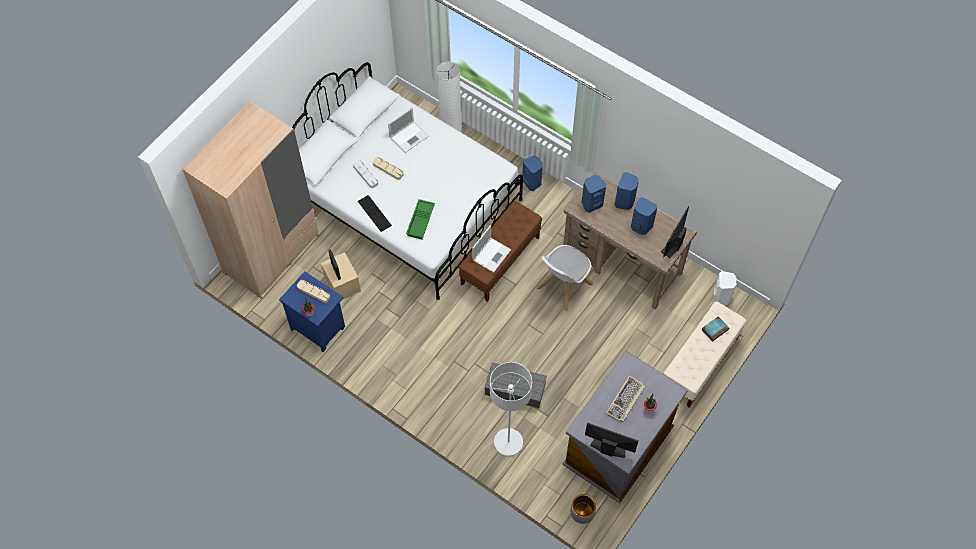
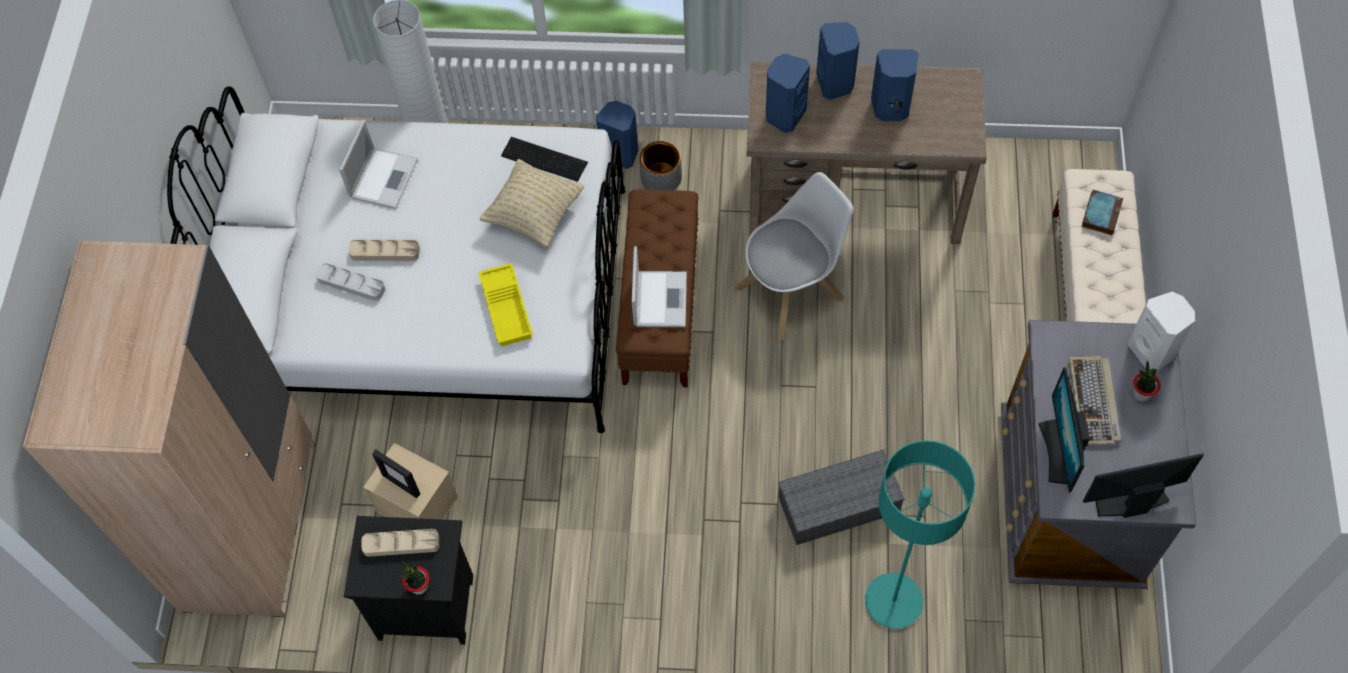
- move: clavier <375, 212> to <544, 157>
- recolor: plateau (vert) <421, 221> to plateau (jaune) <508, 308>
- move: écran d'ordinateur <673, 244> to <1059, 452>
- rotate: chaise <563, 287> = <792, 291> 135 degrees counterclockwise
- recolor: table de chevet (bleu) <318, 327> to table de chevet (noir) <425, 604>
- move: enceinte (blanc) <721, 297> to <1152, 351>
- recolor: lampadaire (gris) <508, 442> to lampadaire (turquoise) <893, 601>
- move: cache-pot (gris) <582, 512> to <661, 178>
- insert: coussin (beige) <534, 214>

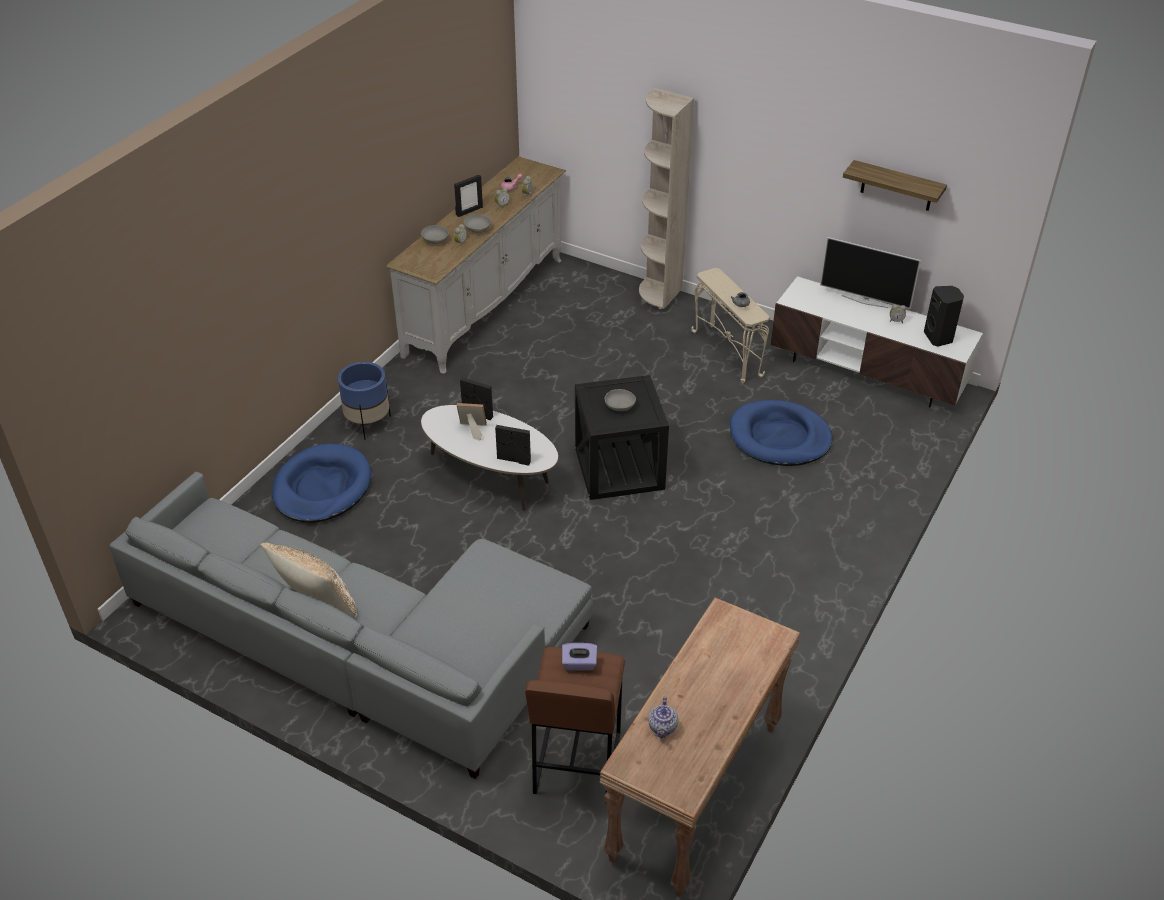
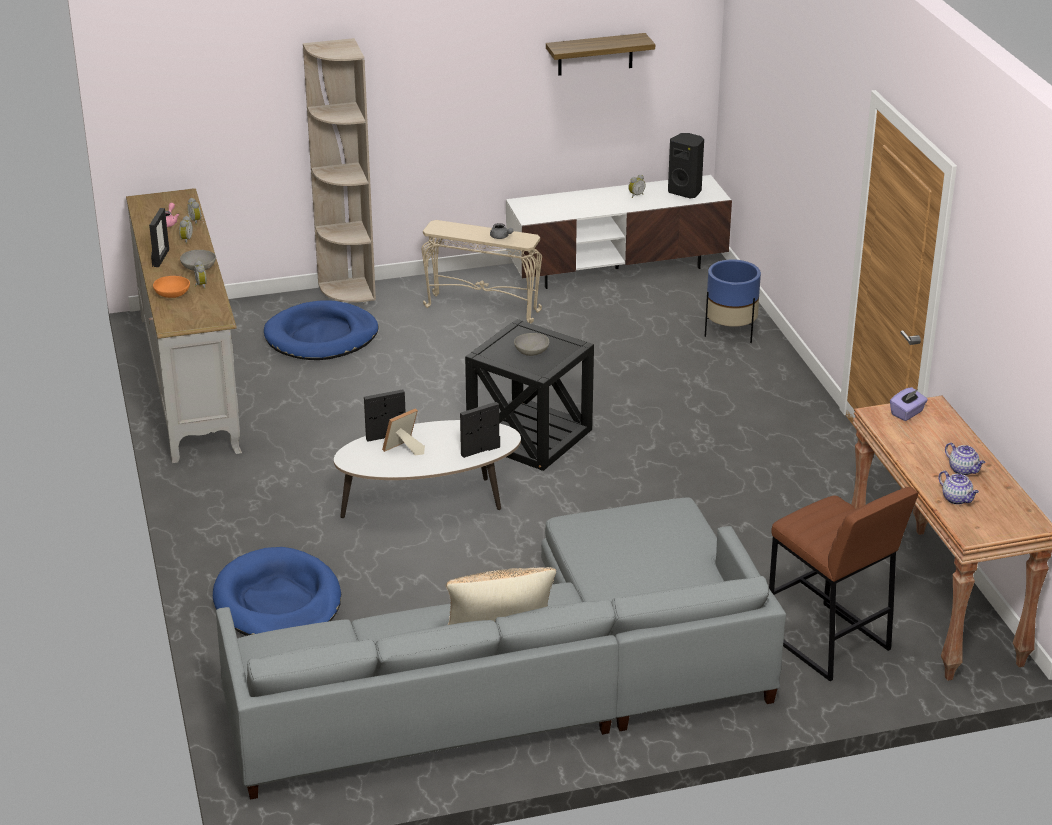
- recolor: bol (gris) <435, 241> to bol (orange) <172, 295>
- delete: téléviseur <864, 301>
- move: cache-pot (bleu) <368, 424> to <730, 333>
- move: panier pour chien (bleu) <779, 437> to <321, 336>
- move: boîte à mouchoirs (violet) <579, 664> to <907, 413>
- insert: théière <963, 470>

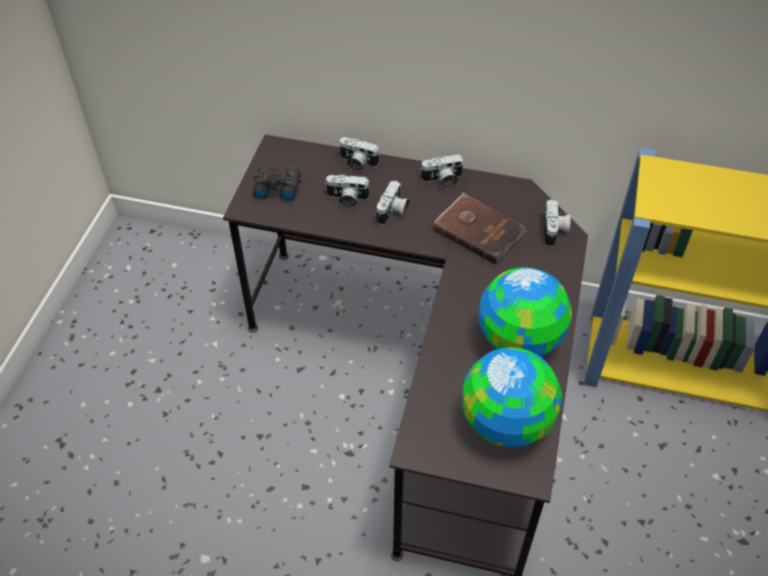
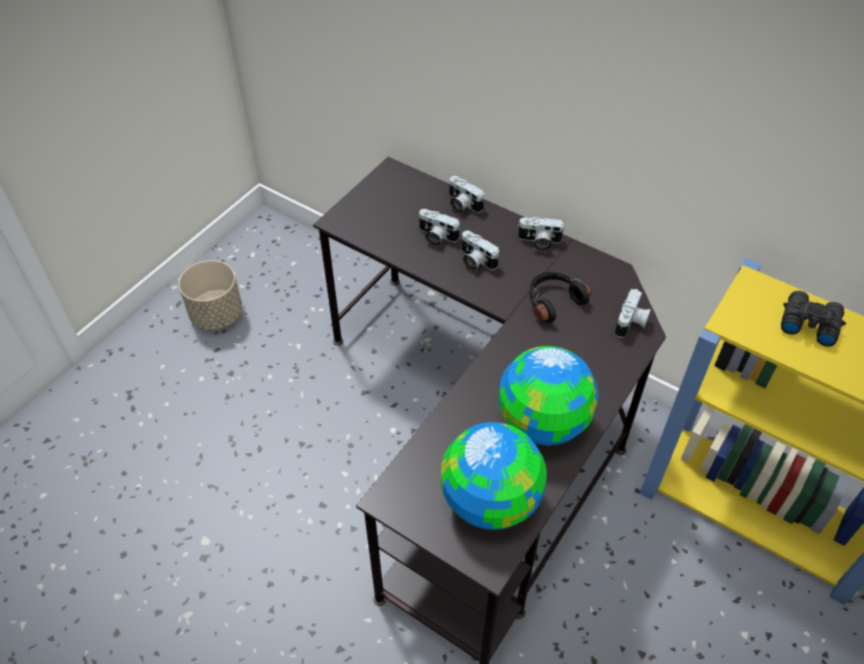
- move: jumelles (noir) <276, 187> to <808, 323>
- rotate: appareil photo <393, 212> = <475, 261> 90 degrees clockwise
- replace: livre (marron) <479, 230> to casque audio (noir) <553, 301>
- insert: cache-pot (beige) <217, 315>

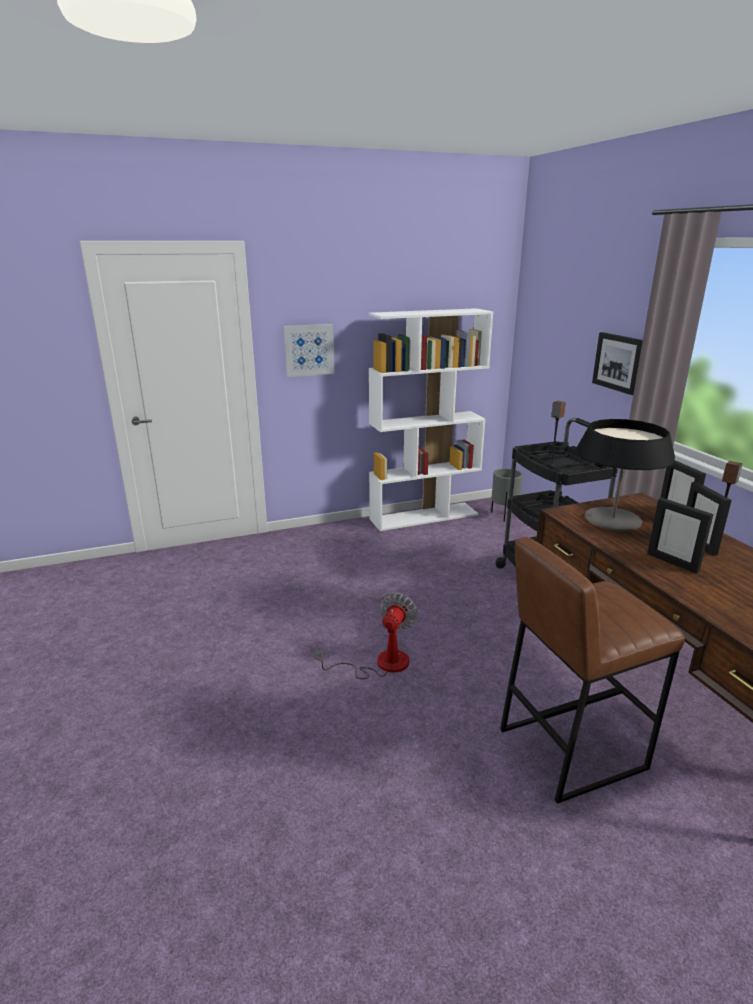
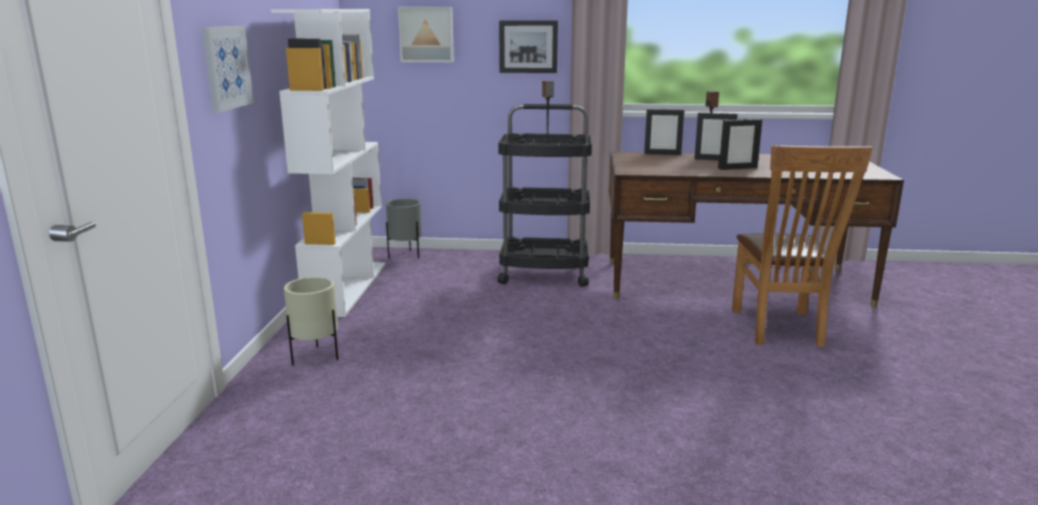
- delete: lampe de table <612, 519>
- replace: tabouret (marron) <569, 749> to chaise (marron) <779, 330>
- delete: ventilateur <380, 664>
- insert: tableau <426, 34>
- insert: cache-pot (beige) <316, 357>

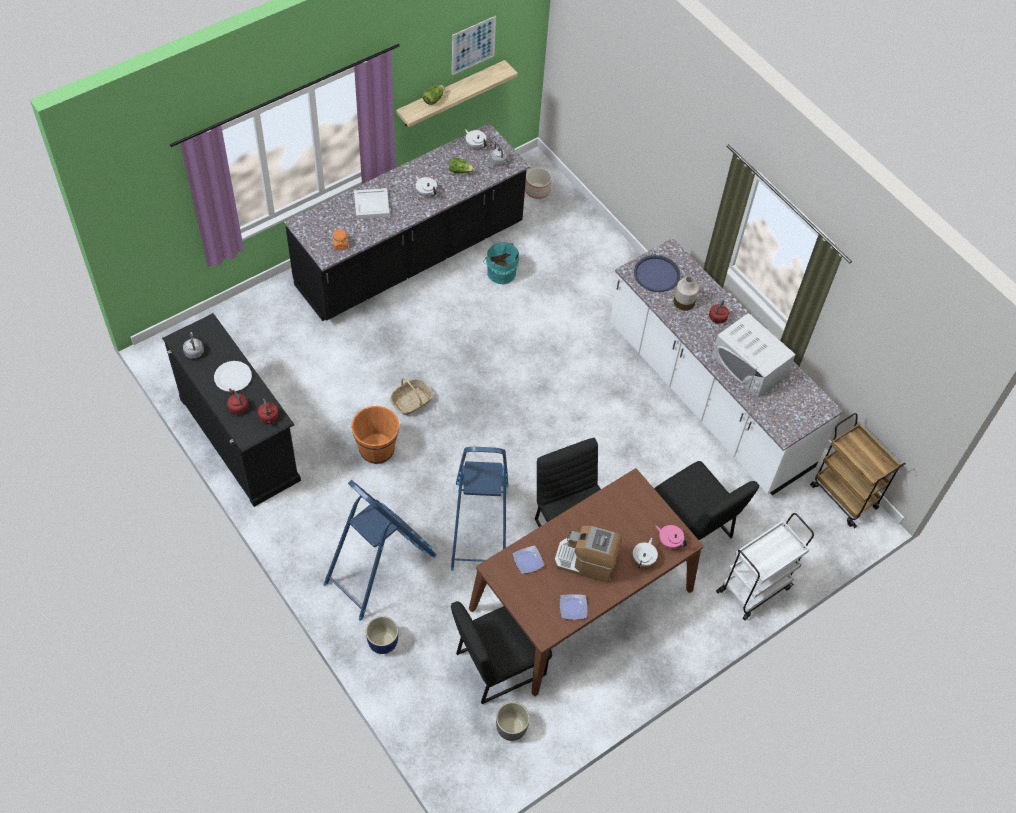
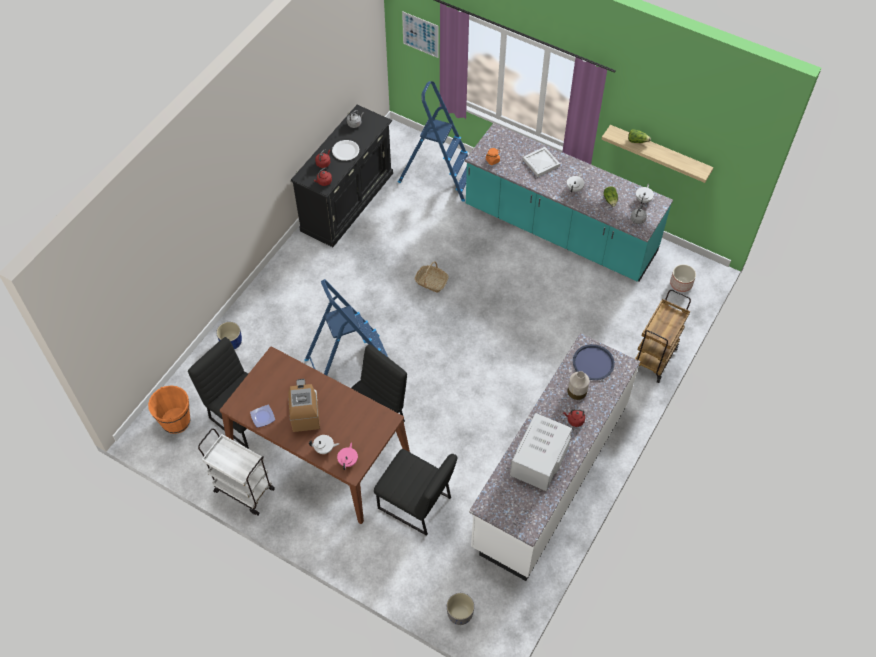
- move: tableau <473, 45> to <420, 34>
- recolor: comptoir de cuisine (noir) <411, 256> to comptoir de cuisine (turquoise) <560, 230>
- delete: seau (turquoise) <500, 272>
- move: seau (orange) <376, 449> to <176, 421>
- move: chariot (marron) <844, 497> to <653, 359>
- rotate: chaise (noir) <691, 529> = <416, 504> 90 degrees counterclockwise
- move: escabeau (bleu) <381, 569> to <438, 178>
- move: chariot (blanc) <753, 590> to <243, 490>
- delete: assiette <528, 560>
- move: cache-pot (gris) <512, 728> to <460, 614>

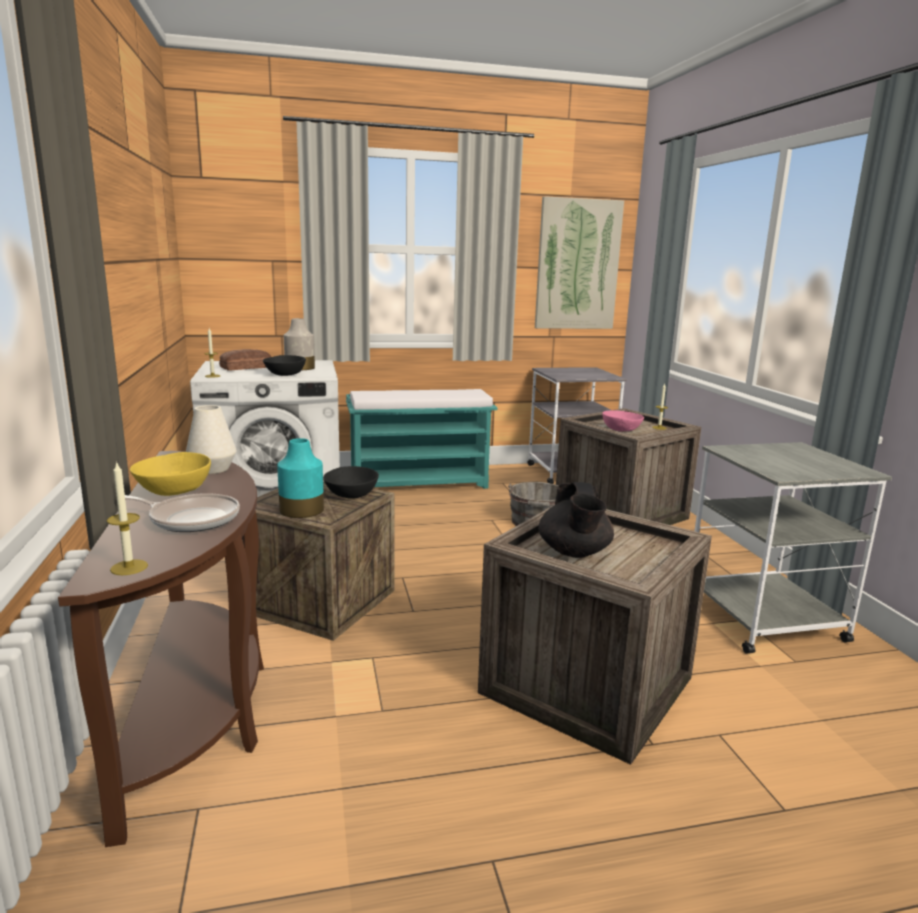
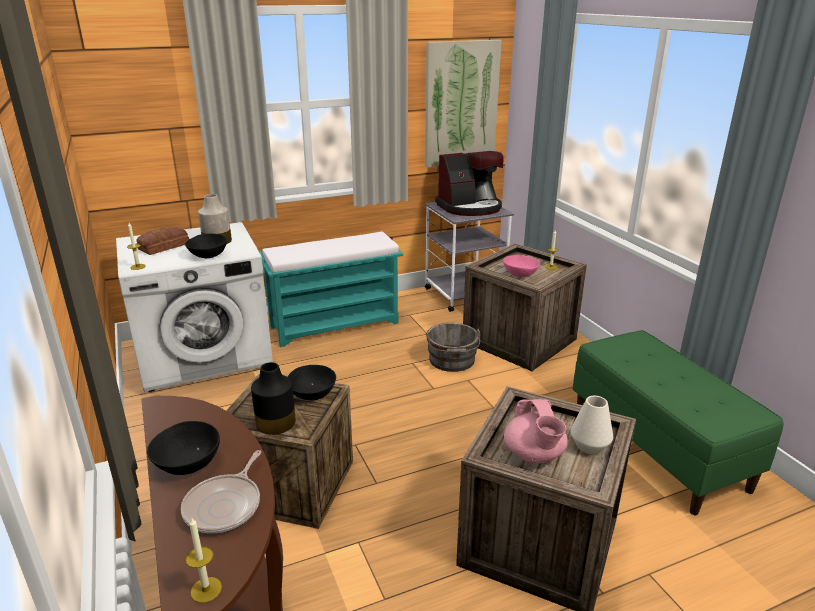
- move: vase (blanc) <212, 469> to <589, 446>
- recolor: vase (turquoise) <302, 509> to vase (noir) <276, 422>
- replace: chariot (gris) <764, 620> to banc (vert) <658, 448>
- recolor: bol (jaune) <173, 491> to bol (noir) <188, 463>
- recolor: théière (noir) <574, 552> to théière (rose) <534, 455>
- rotate: poêle <191, 519> = <225, 505> 105 degrees clockwise
- insert: machine à café <470, 207>

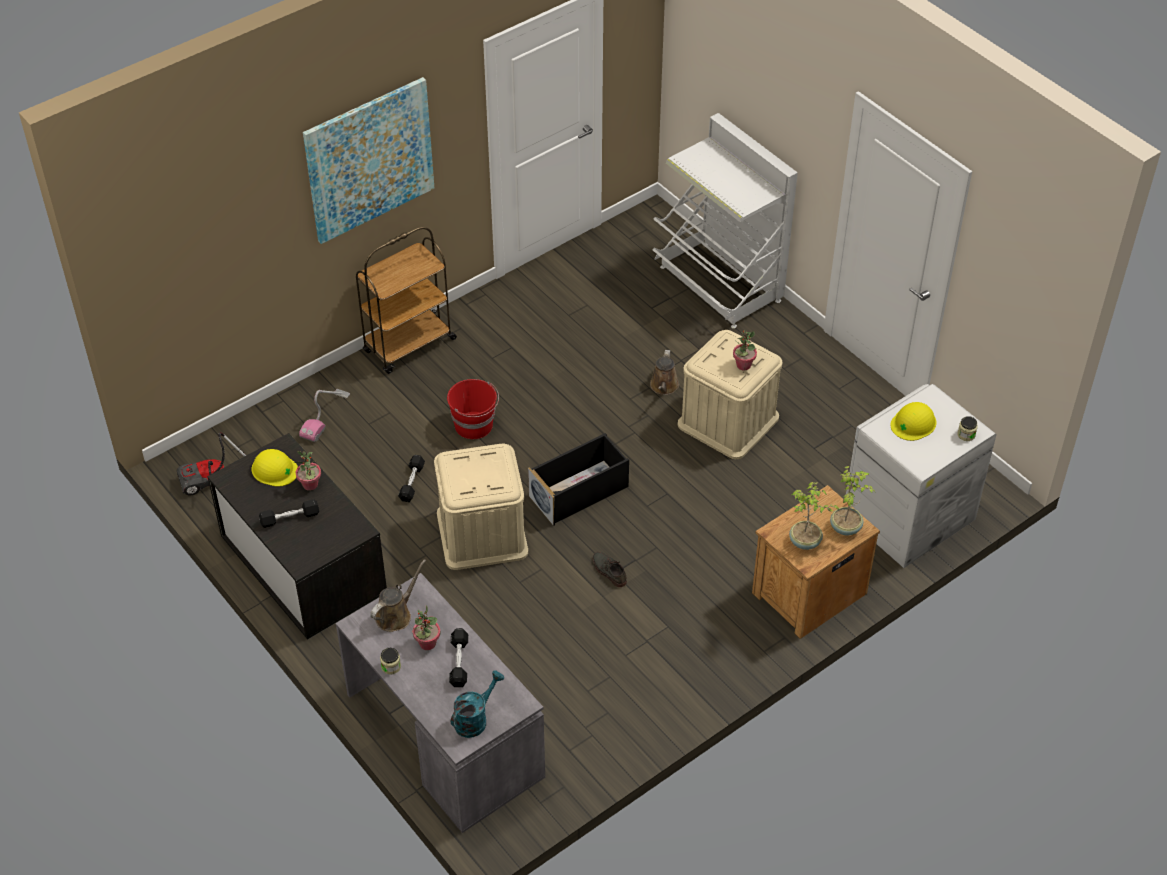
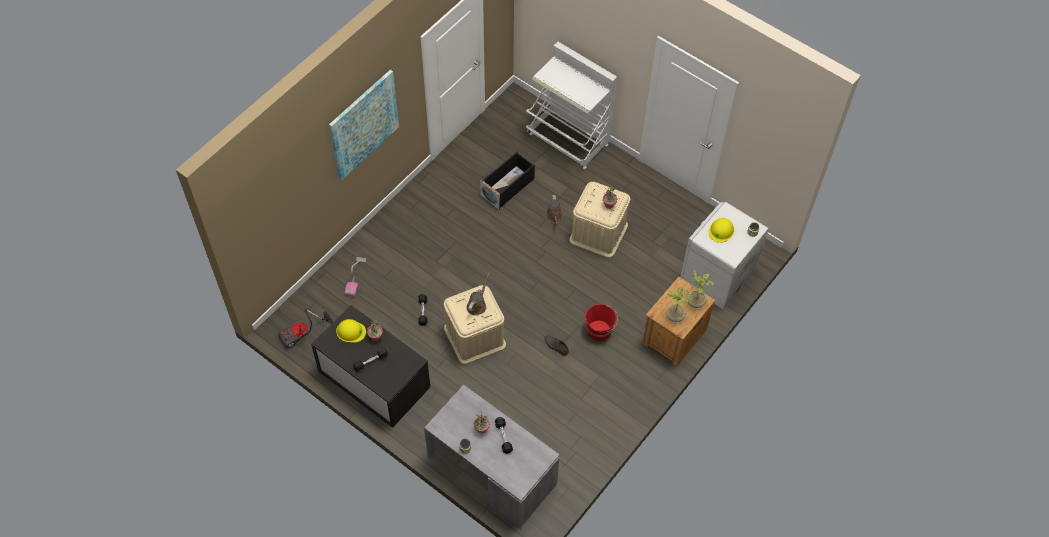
- delete: chariot (marron) <408, 346>
- move: seau (rouge) <474, 425> to <599, 330>
- move: boîte de rangement (noir) <579, 491> to <508, 187>
- move: arrosoir (marron) <396, 615> to <477, 305>
- delete: arrosoir (turquoise) <475, 719>

